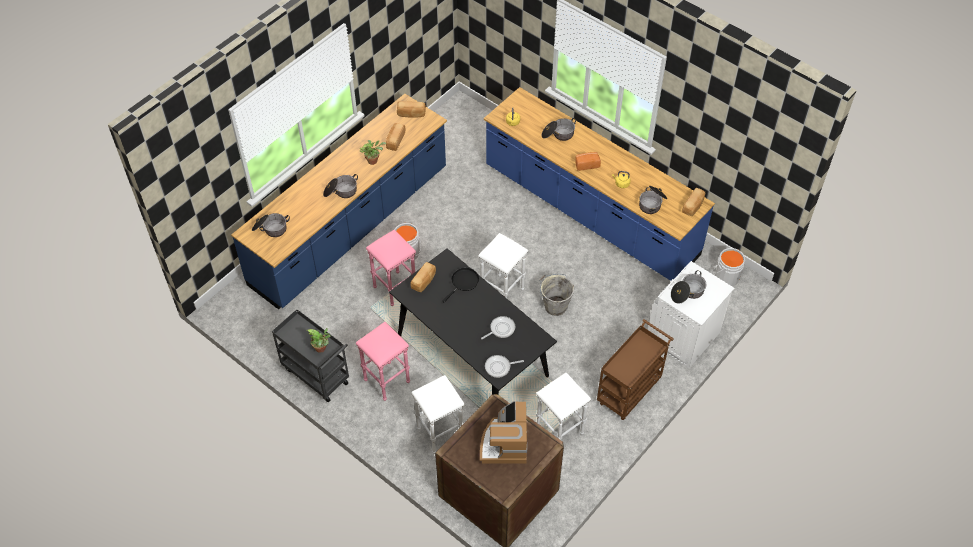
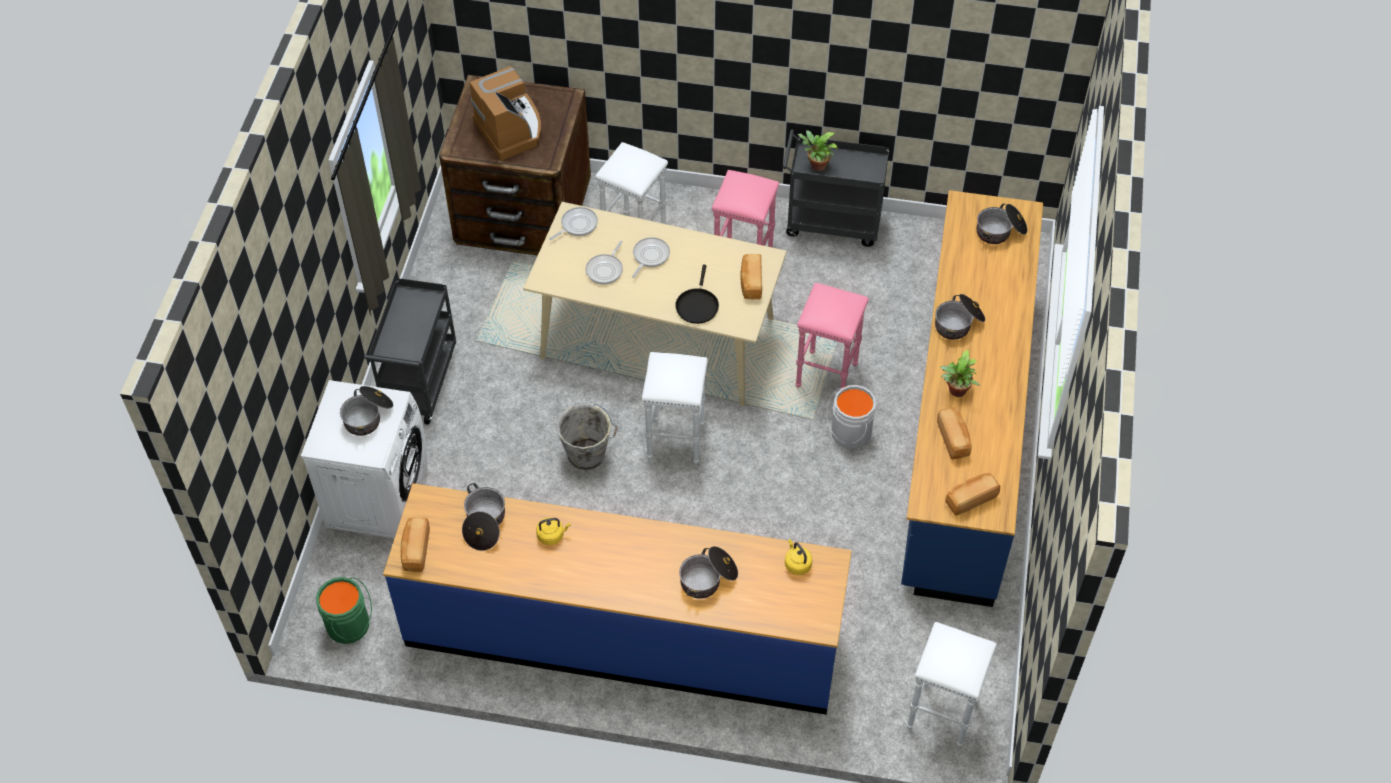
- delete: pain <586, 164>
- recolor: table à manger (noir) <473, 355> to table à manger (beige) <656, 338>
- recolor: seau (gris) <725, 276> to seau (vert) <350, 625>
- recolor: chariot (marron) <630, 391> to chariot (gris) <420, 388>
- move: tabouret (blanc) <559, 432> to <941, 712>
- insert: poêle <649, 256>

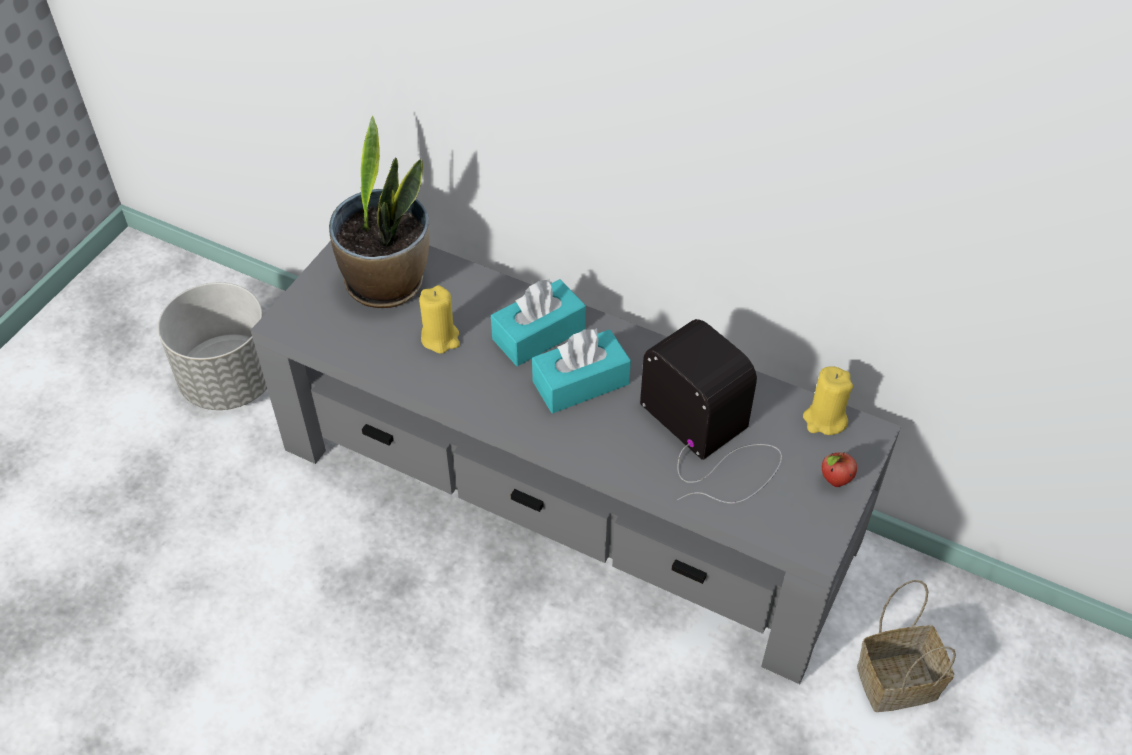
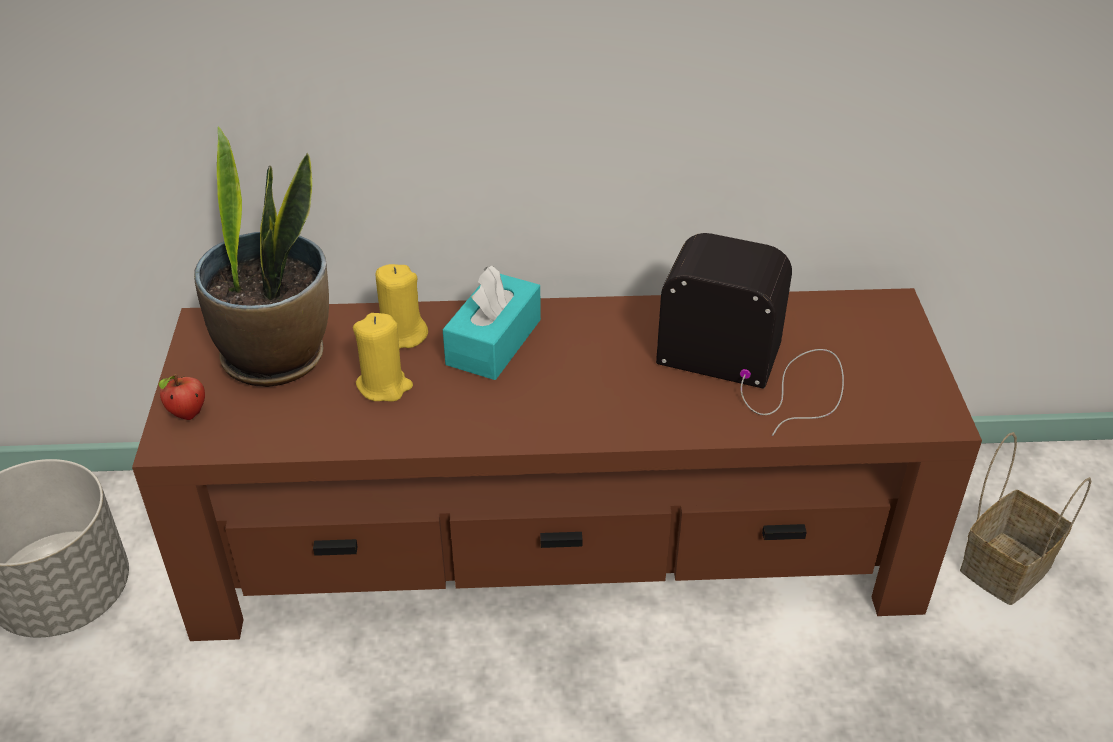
- recolor: meuble télé (gris) <569, 493> to meuble télé (marron) <558, 540>
- delete: boîte à mouchoirs (turquoise) <580, 383>
- move: bougie (jaune) <824, 420> to <401, 336>
- move: pomme <835, 481> to <188, 415>

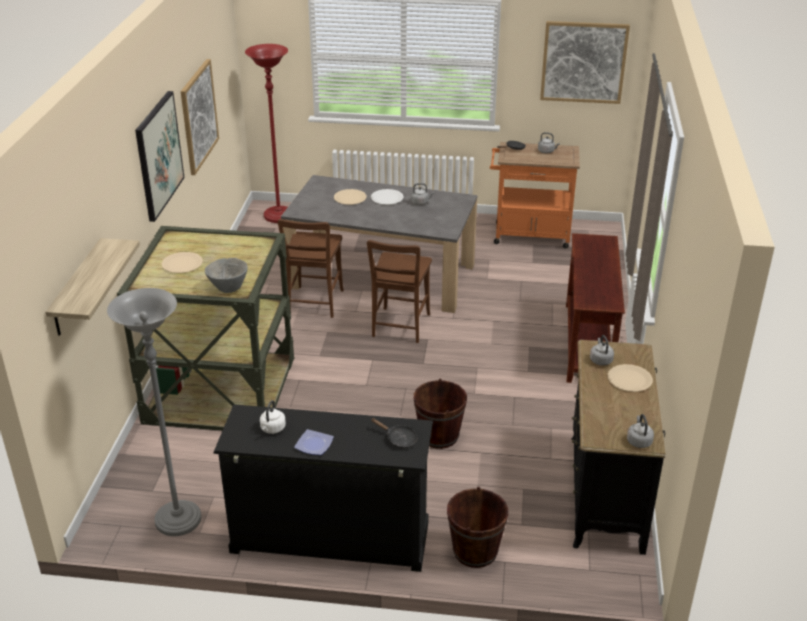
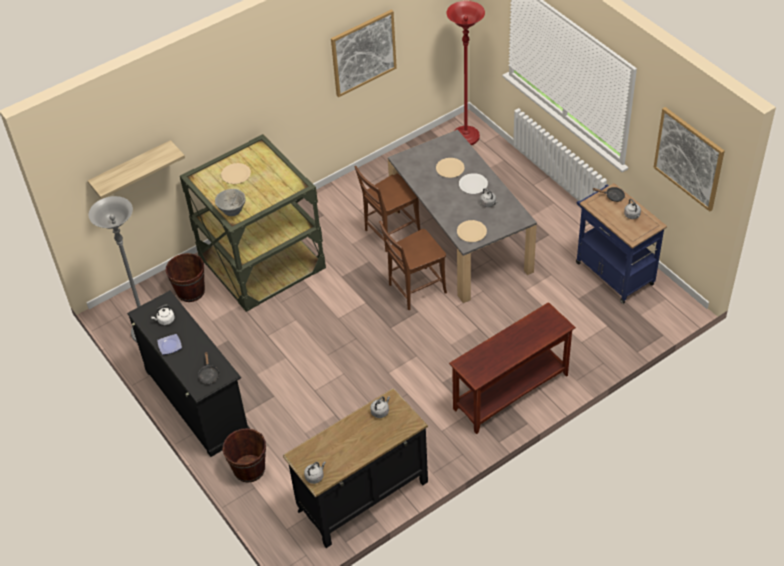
- delete: tableau <158, 155>
- recolor: chariot (orange) <529, 235> to chariot (bleu) <612, 272>
- move: assiette (beige) <629, 379> to <471, 232>
- move: seau (marron) <439, 436> to <190, 291>

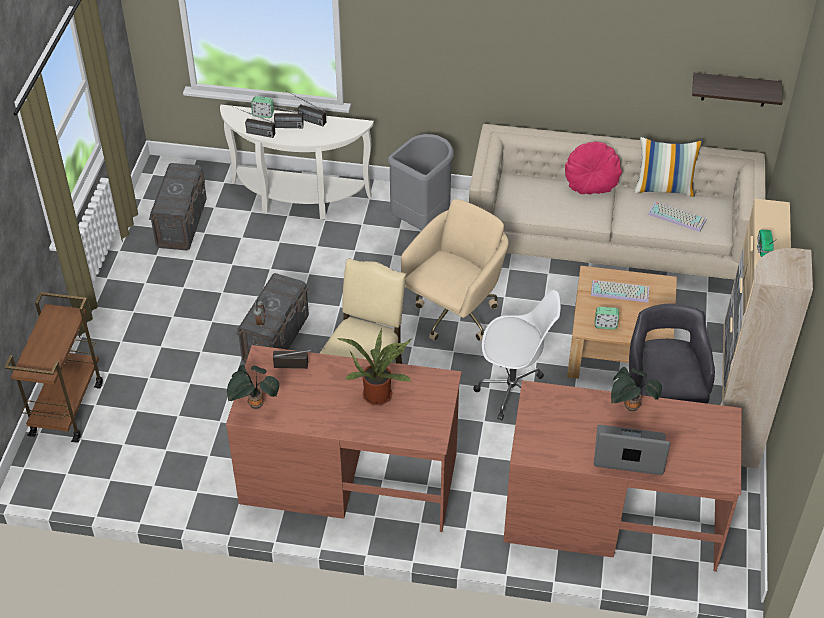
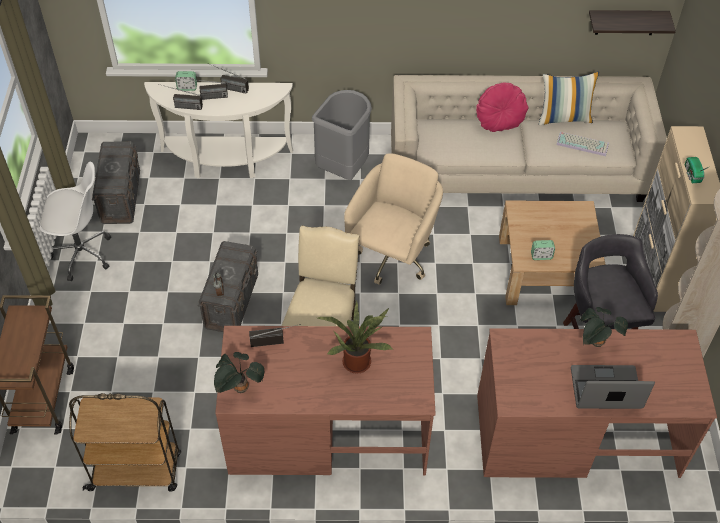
- delete: clavier <621, 291>
- move: chaise de bureau (blanc) <514, 392> to <84, 254>
- insert: chariot (marron) <136, 472>

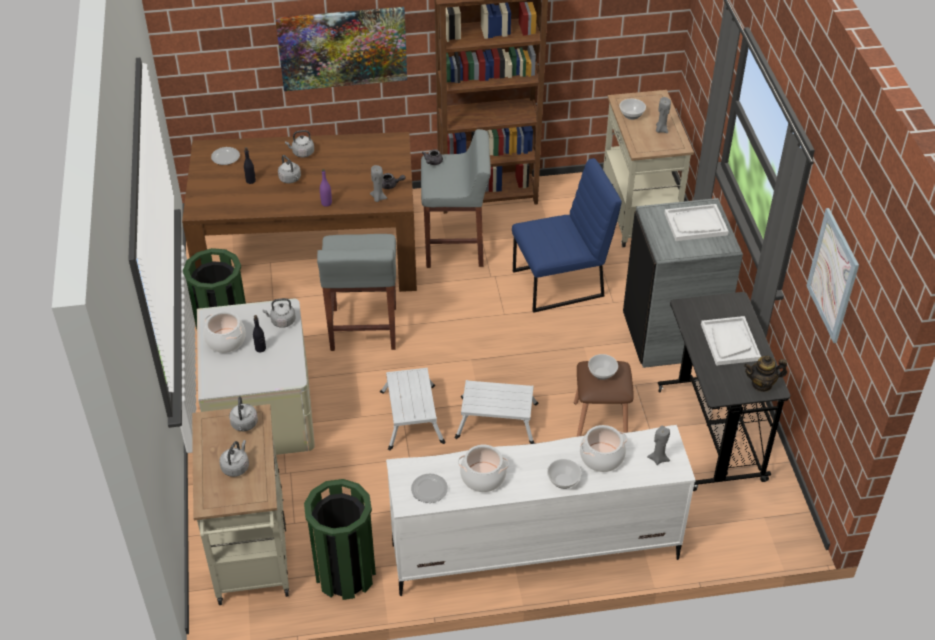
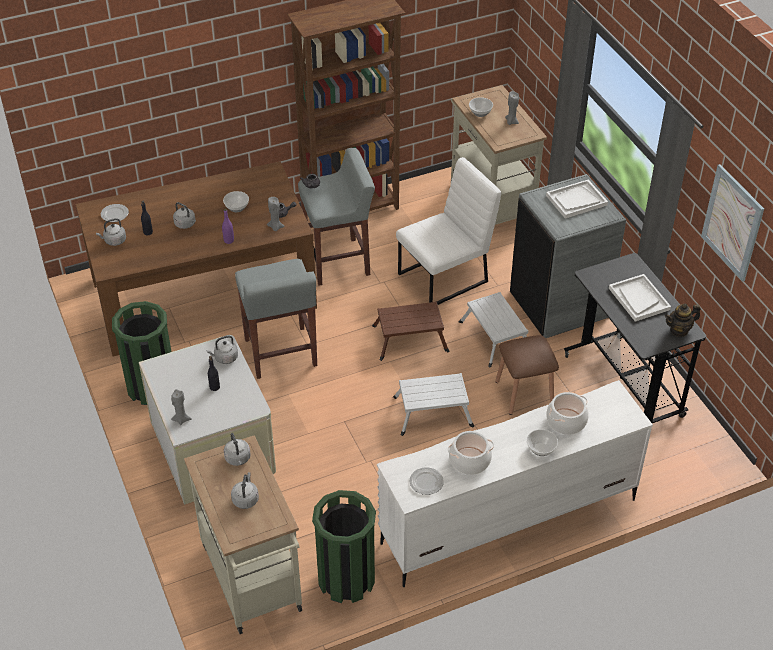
- delete: tableau <342, 48>
- move: bouilloire (gris) <302, 153> to <114, 241>
- recolor: chaise (bleu) <561, 283> to chaise (blanc) <445, 277>
- delete: marmite <226, 340>
- move: bol <602, 373> to <237, 207>
- move: escabeau (blanc) <412, 417> to <495, 337>
- move: bougie (gris) <658, 459> to <181, 419>
- insert: escabeau (marron) <410, 338>

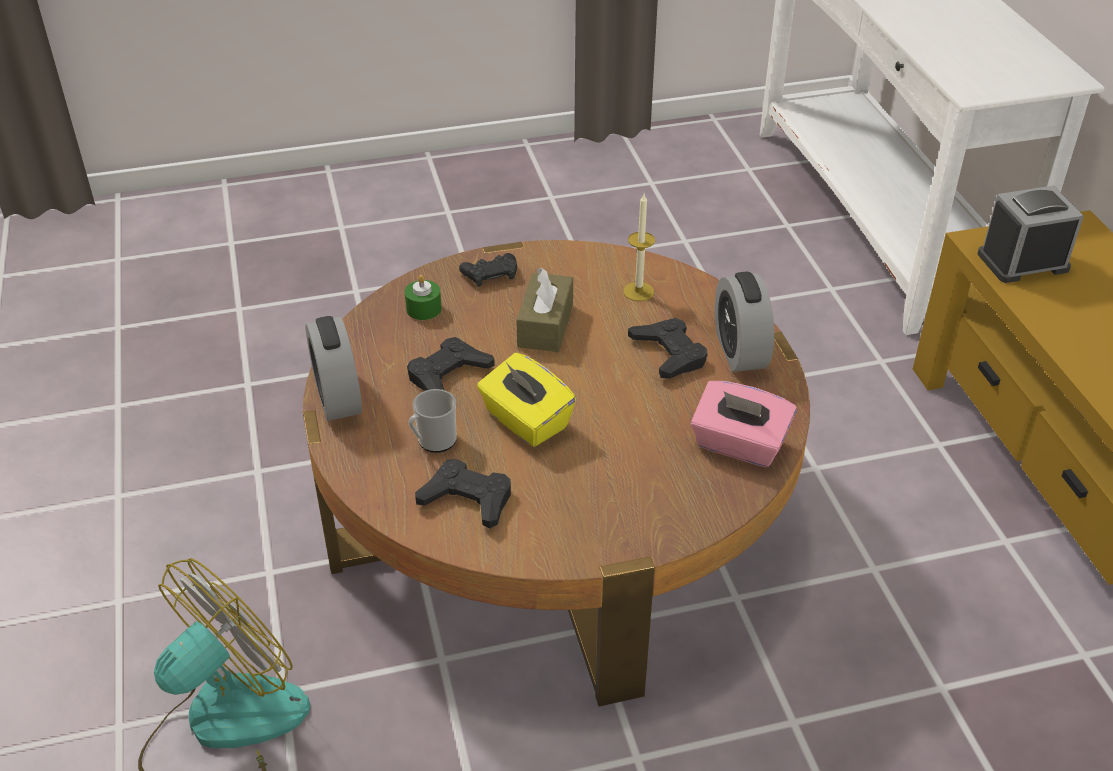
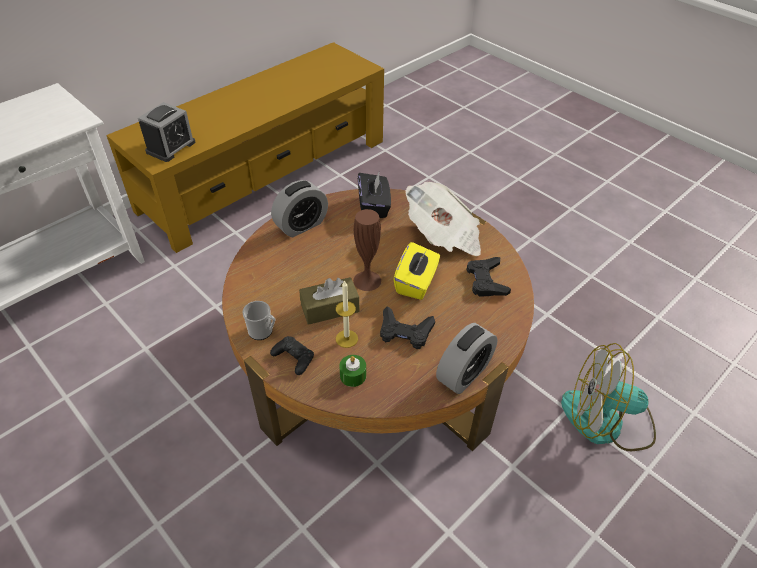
- rotate: réveil <1023, 262> = <171, 147> 105 degrees counterclockwise
- move: bougie <638, 291> to <346, 338>
- delete: manette (noir) <669, 353>
- recolor: boîte à mouchoirs (rose) <739, 445> to boîte à mouchoirs (noir) <374, 206>
- move: mug <433, 441> to <263, 332>
- insert: journal <444, 236>
- insert: vase (marron) <367, 280>

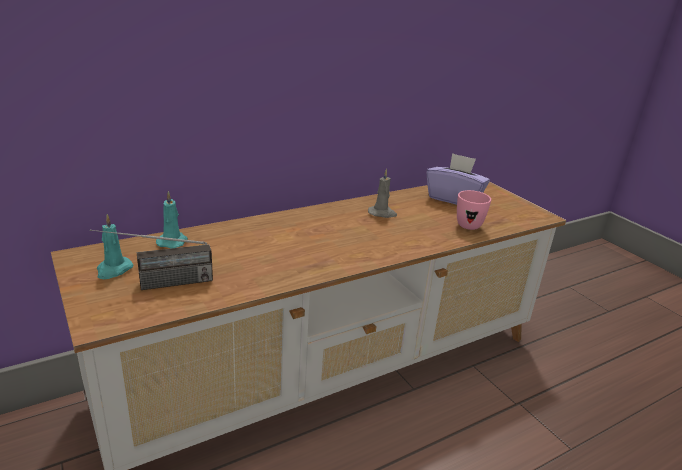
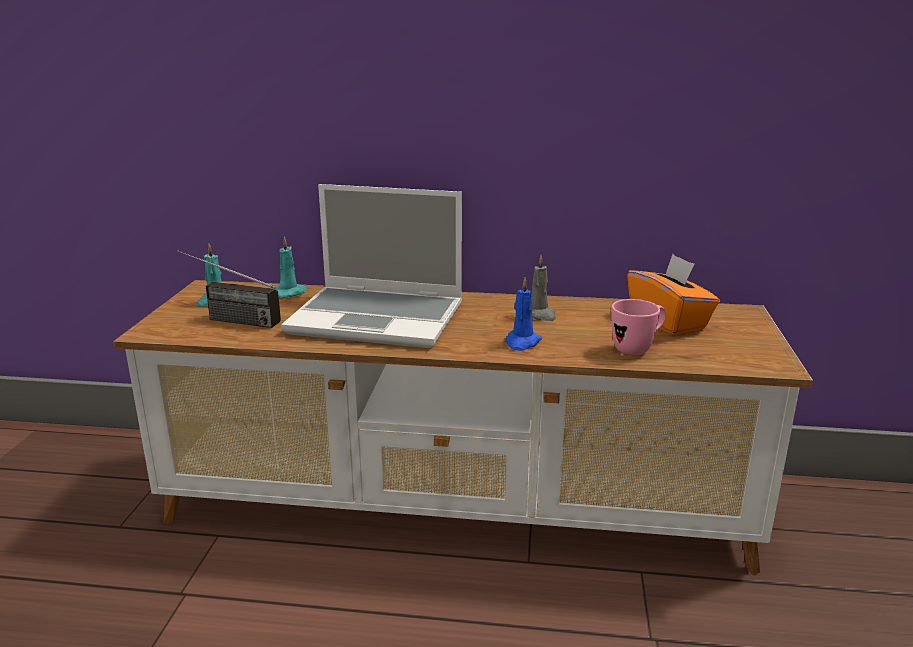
- recolor: boîte à mouchoirs (violet) <454, 199> to boîte à mouchoirs (orange) <669, 321>
- insert: ordinateur portable <379, 319>
- insert: bougie (bleu) <522, 342>

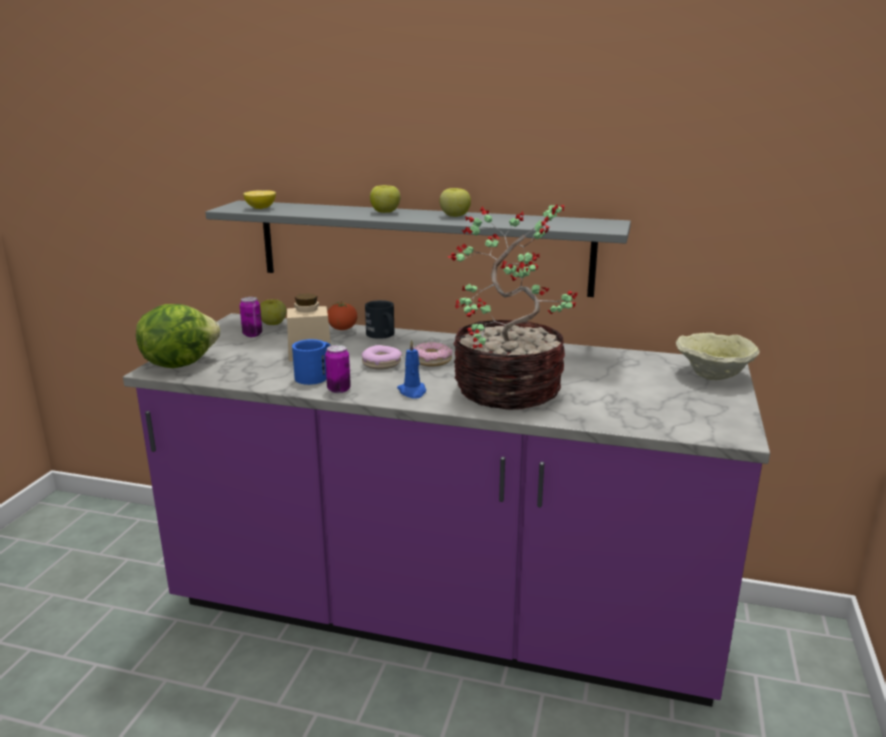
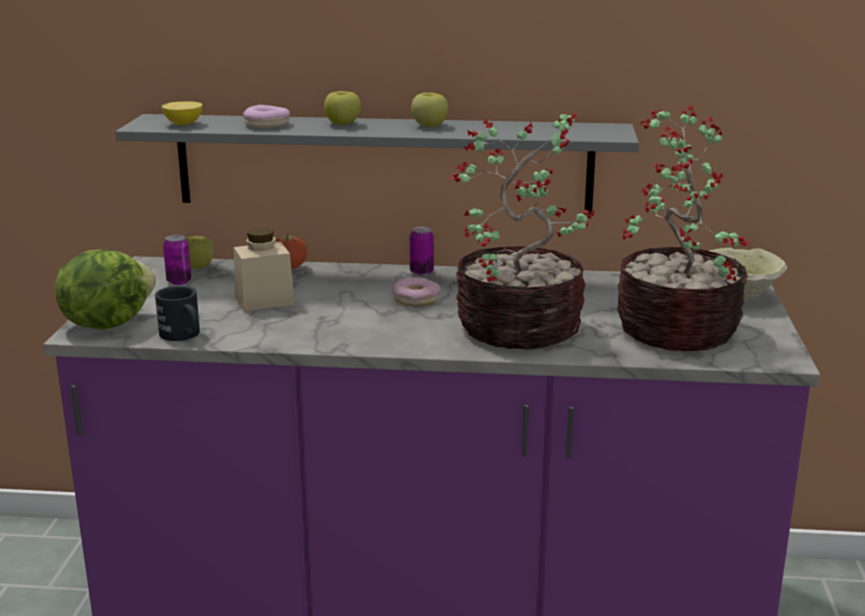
- move: mug (noir) <383, 335> to <184, 336>
- delete: mug (bleu) <316, 375>
- delete: bougie (bleu) <412, 392>
- move: boîte métallique <339, 389> to <421, 272>
- move: beignet <382, 364> to <267, 124>
- insert: plante en pot <674, 328>

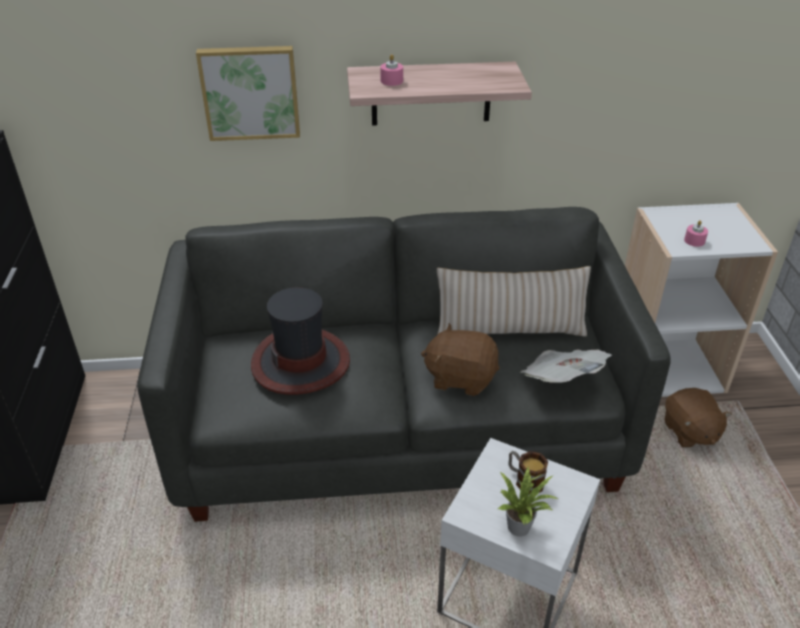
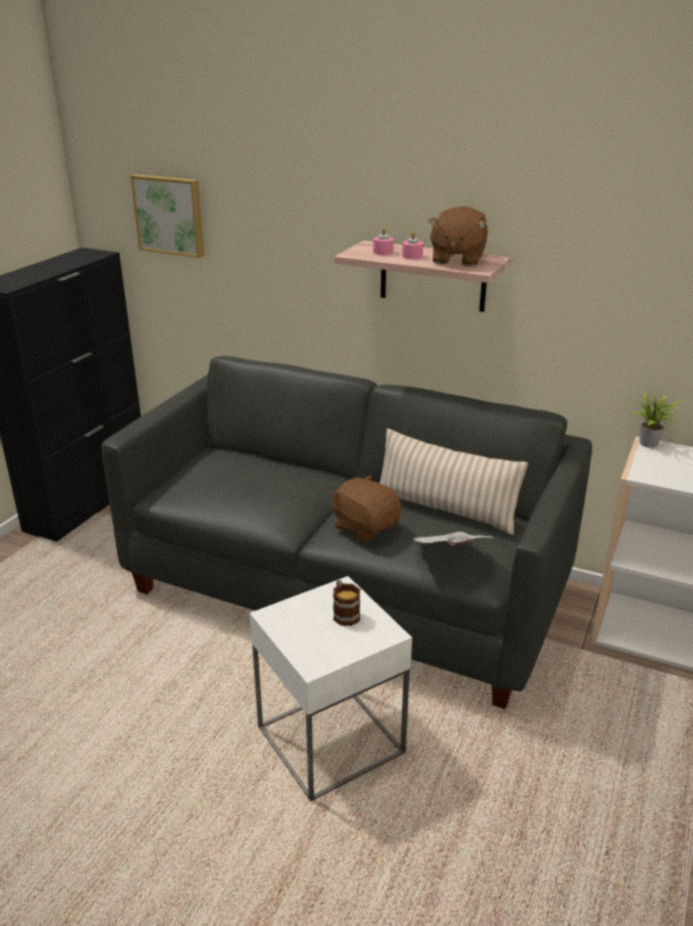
- move: tableau <250, 92> to <170, 215>
- move: bougie (rose) <694, 241> to <412, 256>
- delete: chapeau <301, 362>
- move: peluche (marron) <689, 432> to <457, 259>
- move: plante en pot <521, 526> to <651, 444>

